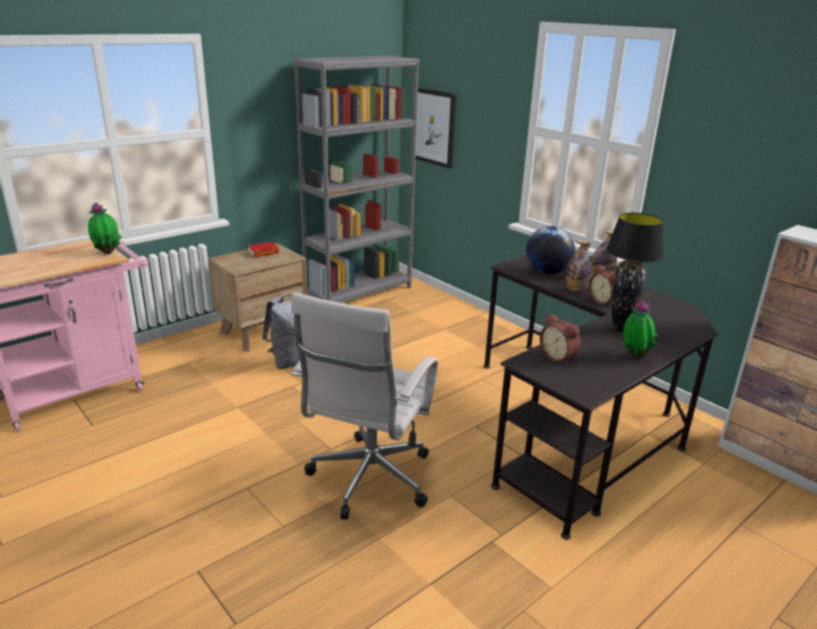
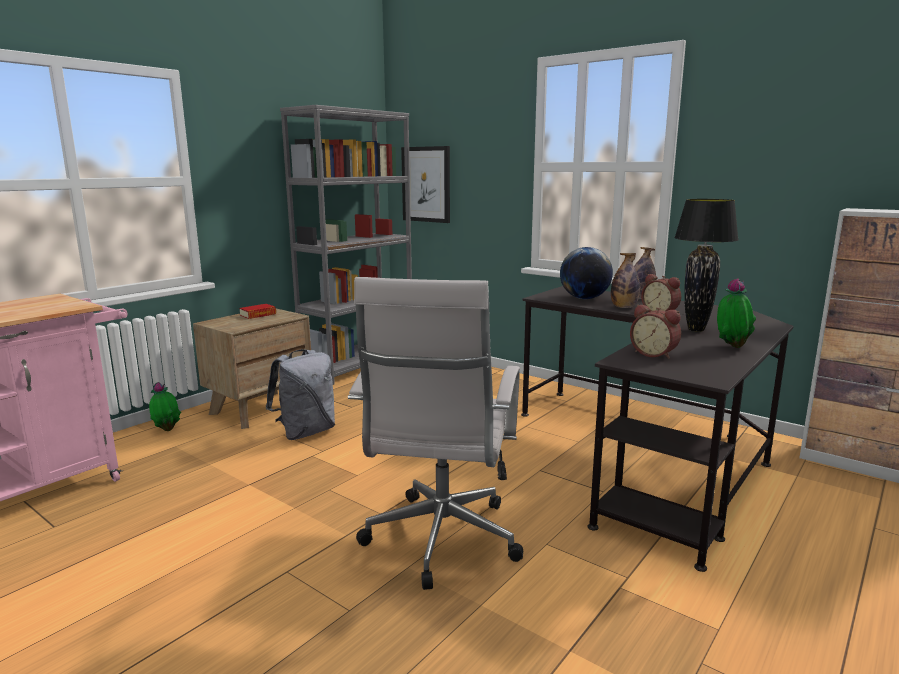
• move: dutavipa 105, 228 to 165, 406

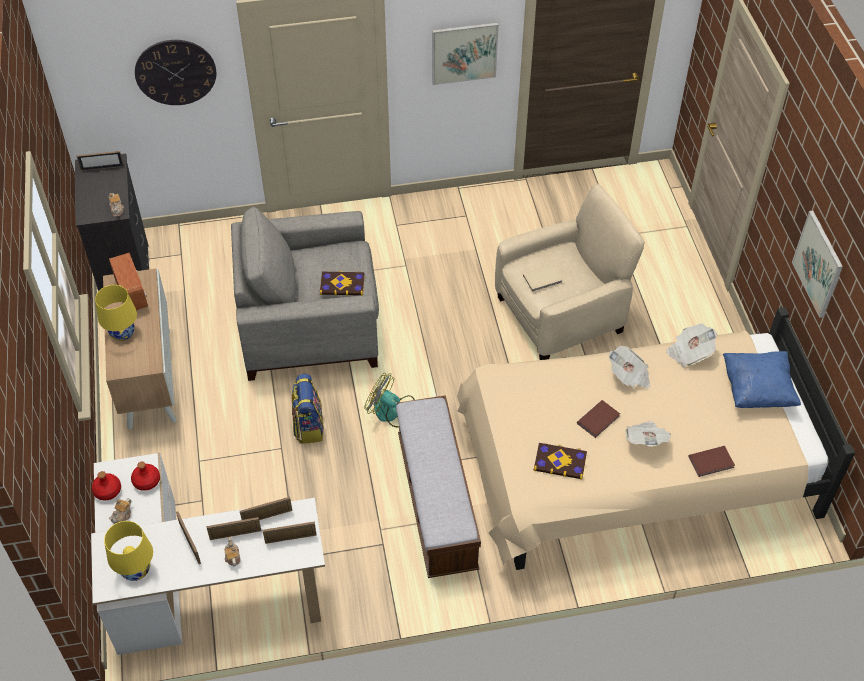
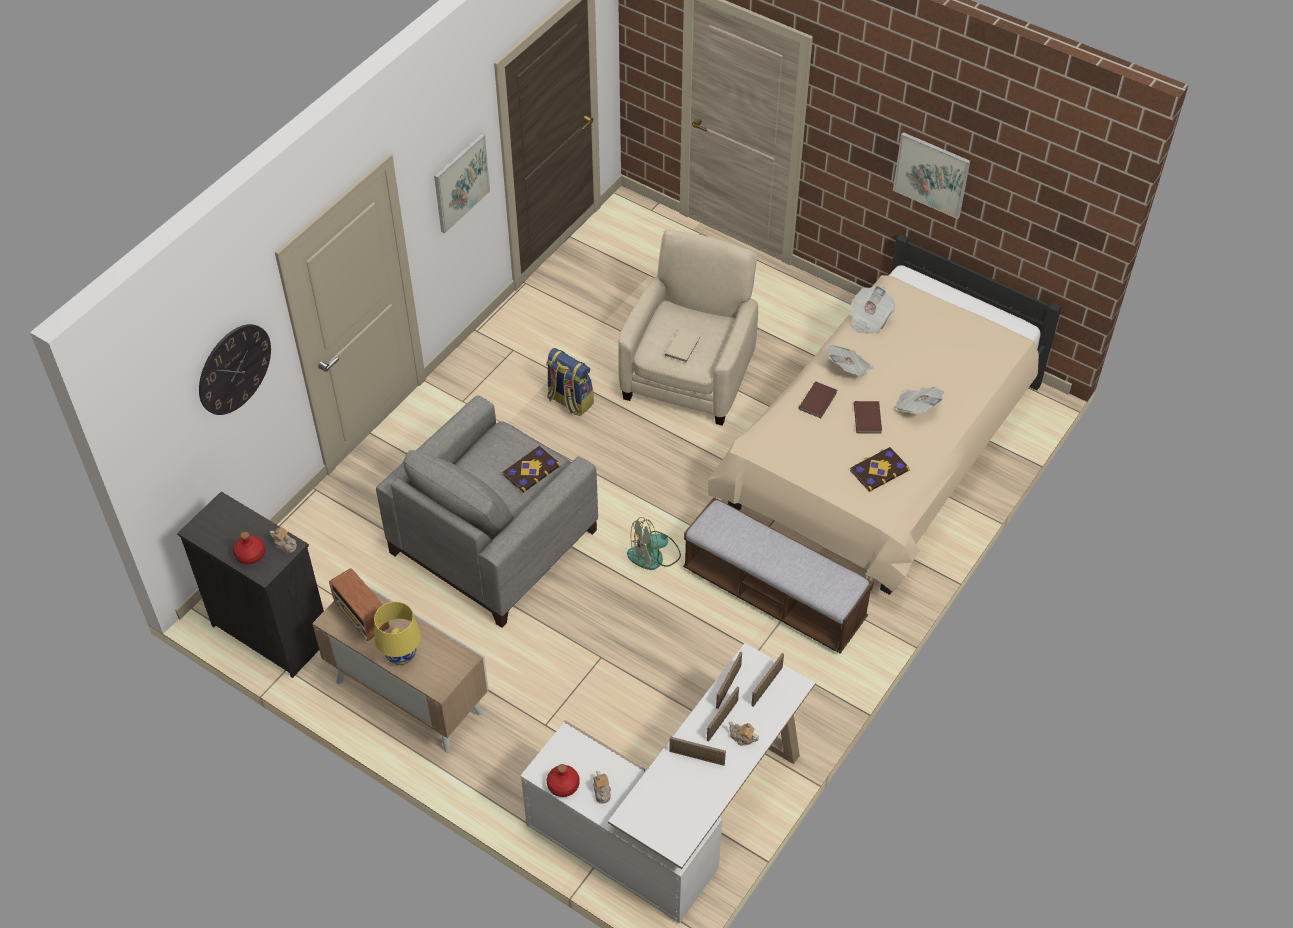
• delete: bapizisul 100, 161
• delete: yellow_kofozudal 128, 551
• delete: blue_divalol 762, 379
• move: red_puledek 145, 476 to 249, 548
• move: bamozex 307, 409 to 570, 382
• move: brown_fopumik 711, 461 to 817, 399
• rotate: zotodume 128, 281 = 359, 604 150 degrees counterclockwise

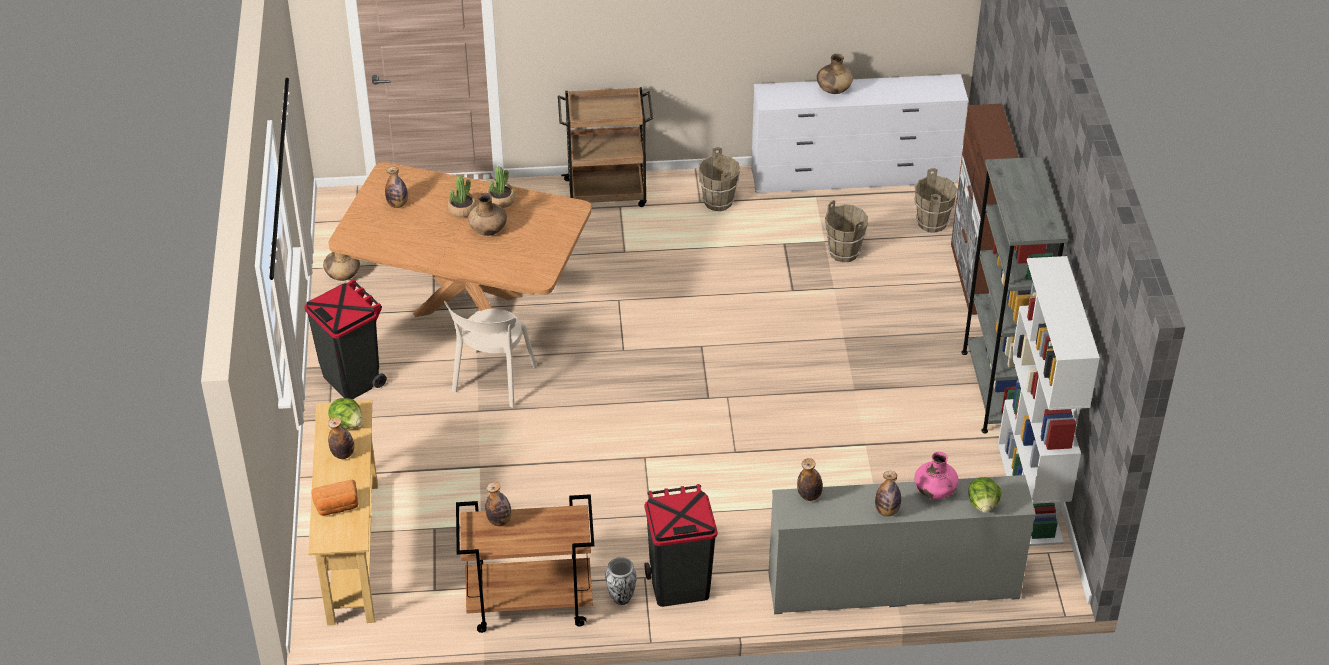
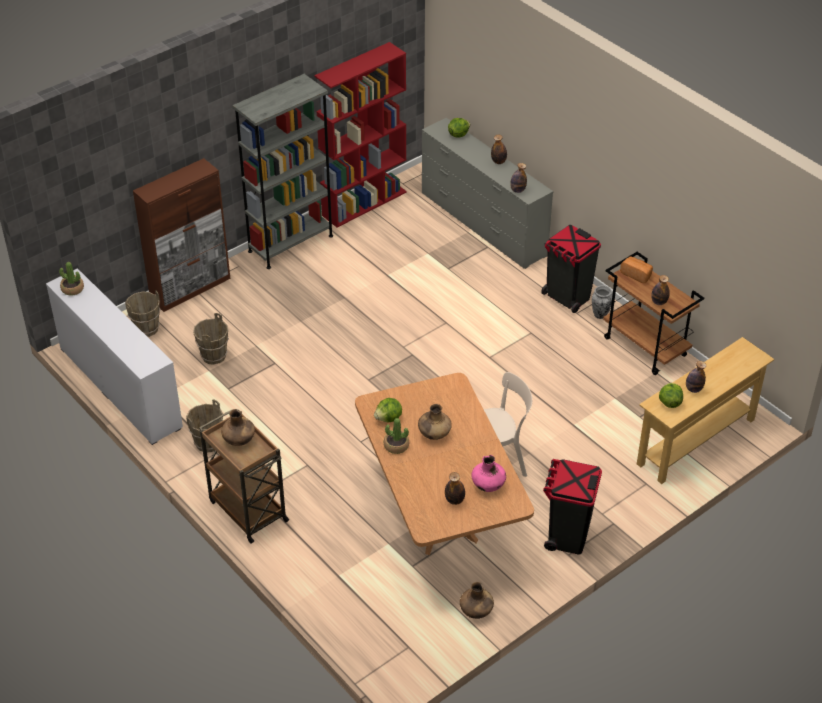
• insert: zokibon 388, 410
• move: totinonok 334, 498 to 636, 270
• move: dutavipa 462, 197 to 71, 279
• move: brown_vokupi 835, 74 to 238, 427
• move: pink_vokupi 937, 475 to 488, 473
• recolor: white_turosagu 1049, 401 to red_turosagu 361, 135

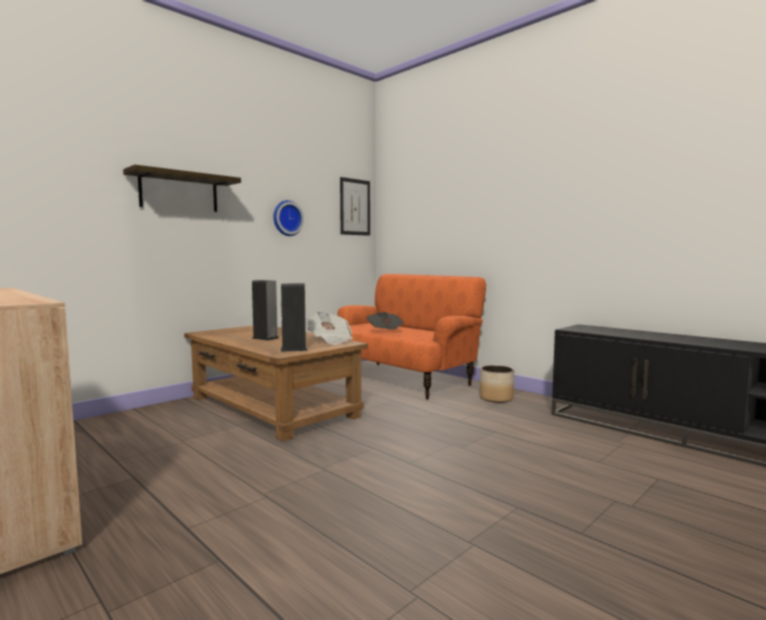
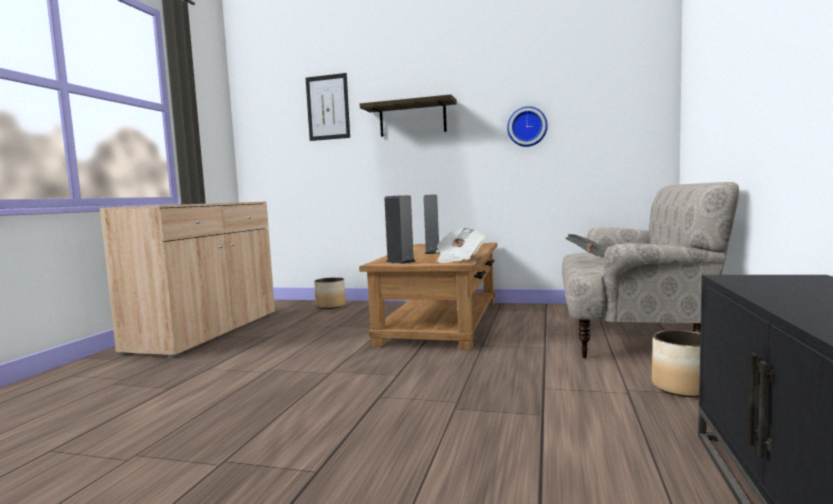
• insert: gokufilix 330, 293
• move: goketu 355, 206 to 328, 107
• recolor: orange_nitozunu 411, 337 to beige_nitozunu 650, 270

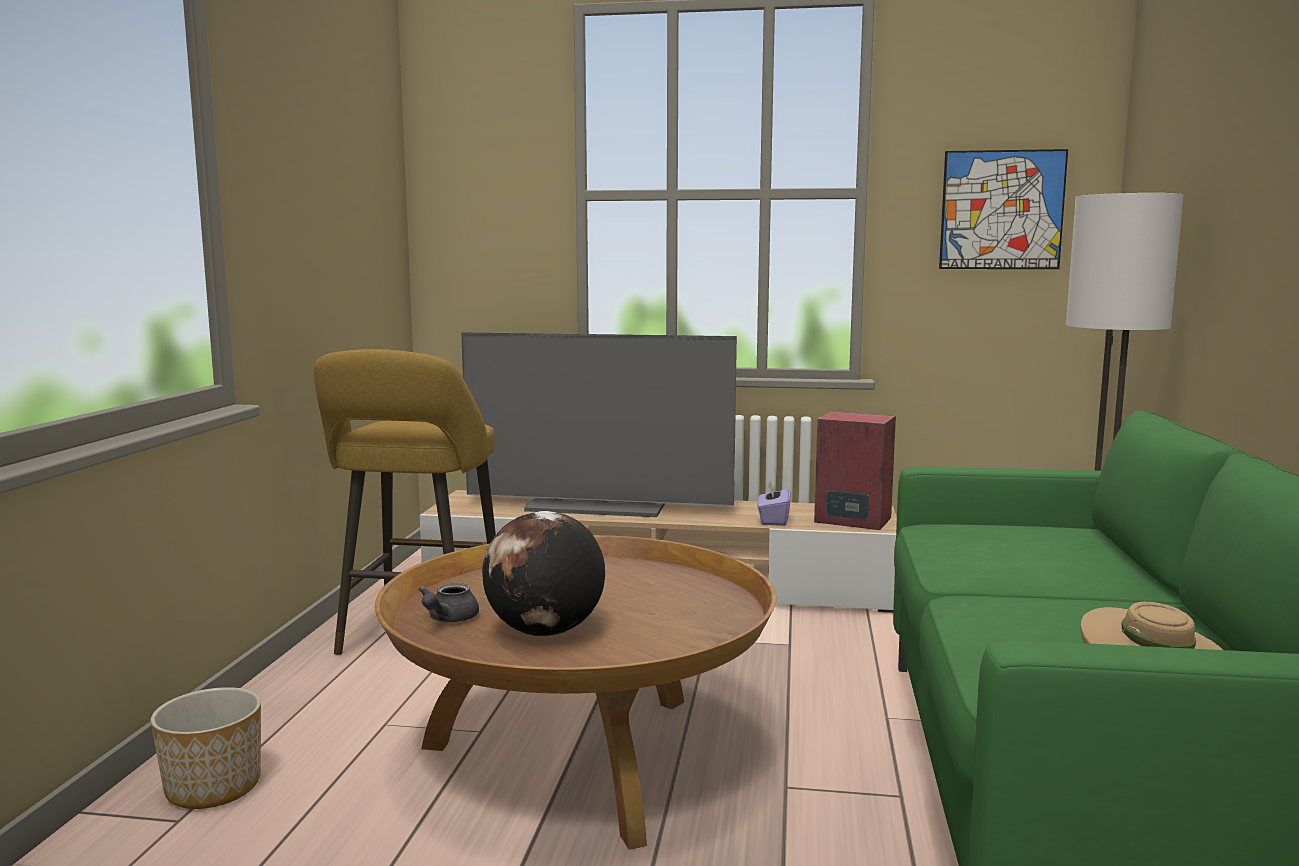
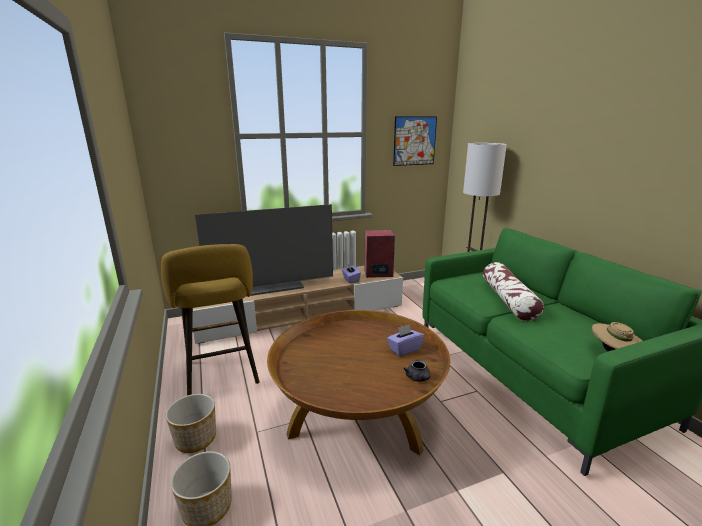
• delete: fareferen 543, 573
• insert: gokufilix 191, 423
• insert: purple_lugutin 405, 340
• insert: divalol 513, 291
• move: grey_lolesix 448, 602 to 416, 371

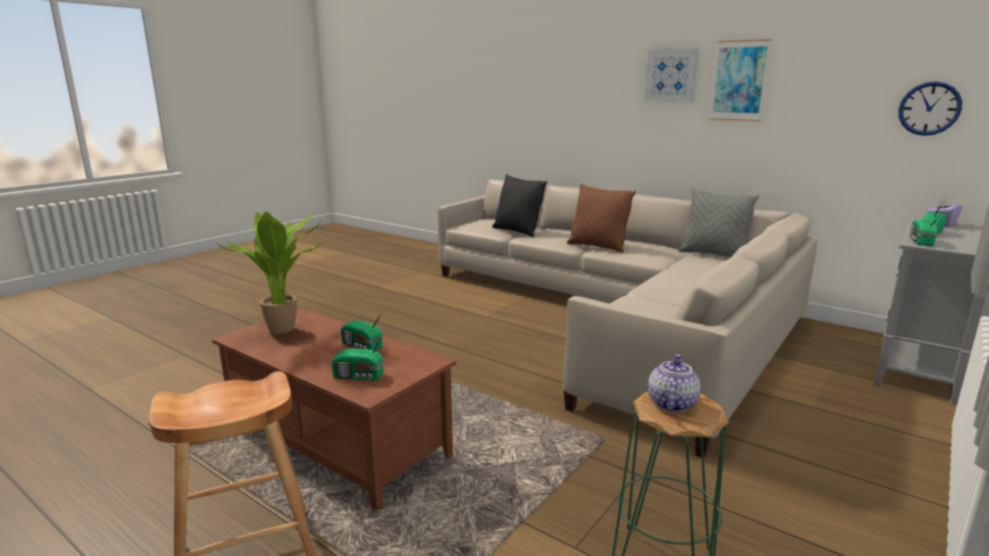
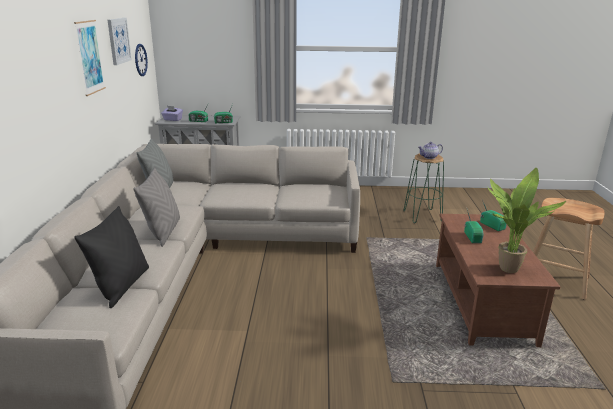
• move: goketu 671, 75 to 119, 41
• recolor: brown_divalol 601, 218 to grey_divalol 156, 207

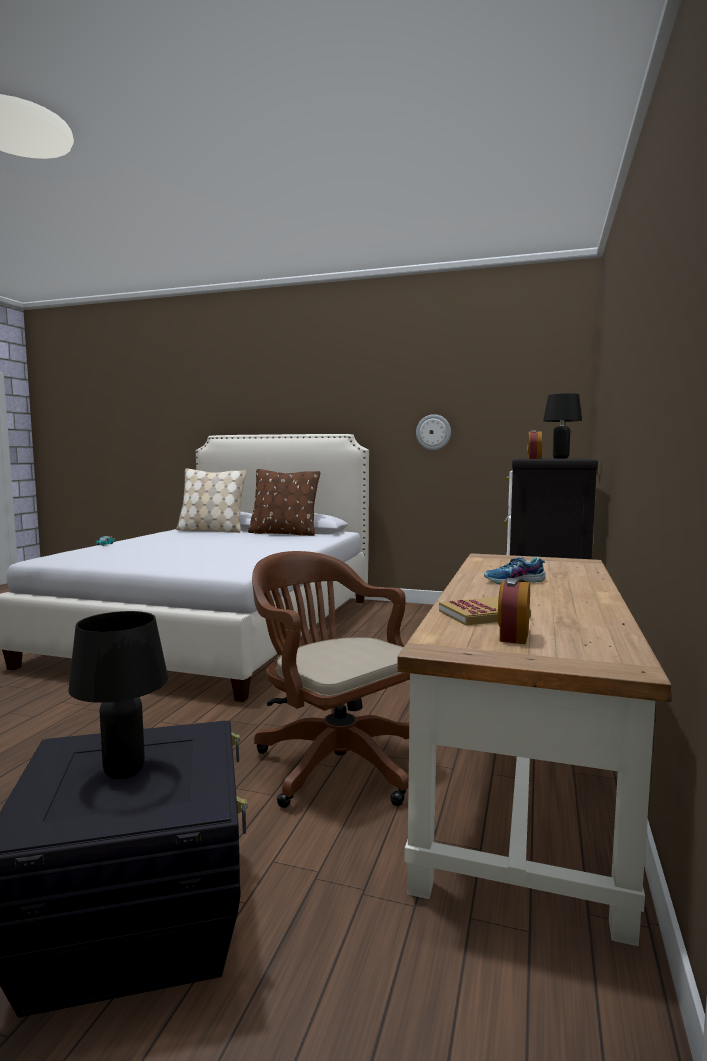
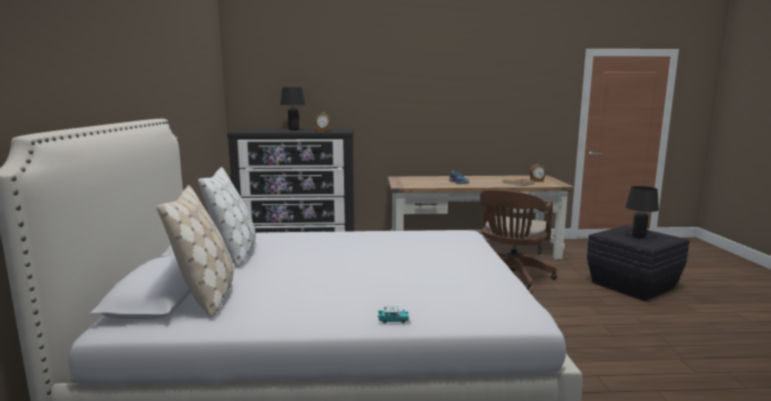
• delete: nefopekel 433, 432
• recolor: brown_divalol 284, 502 to white_divalol 227, 217

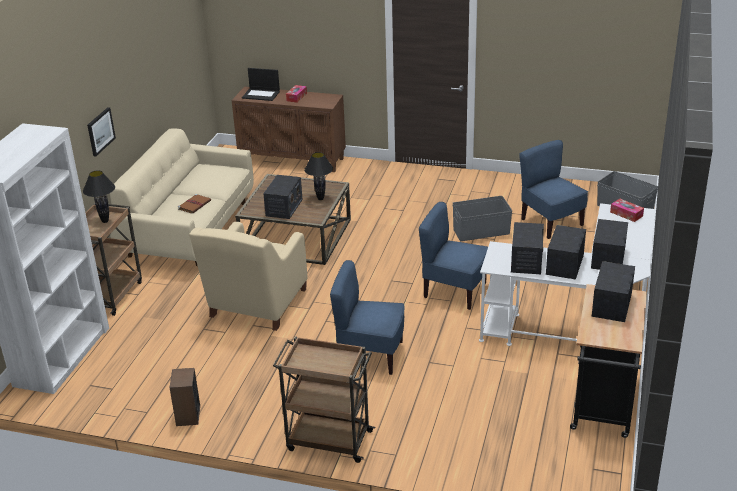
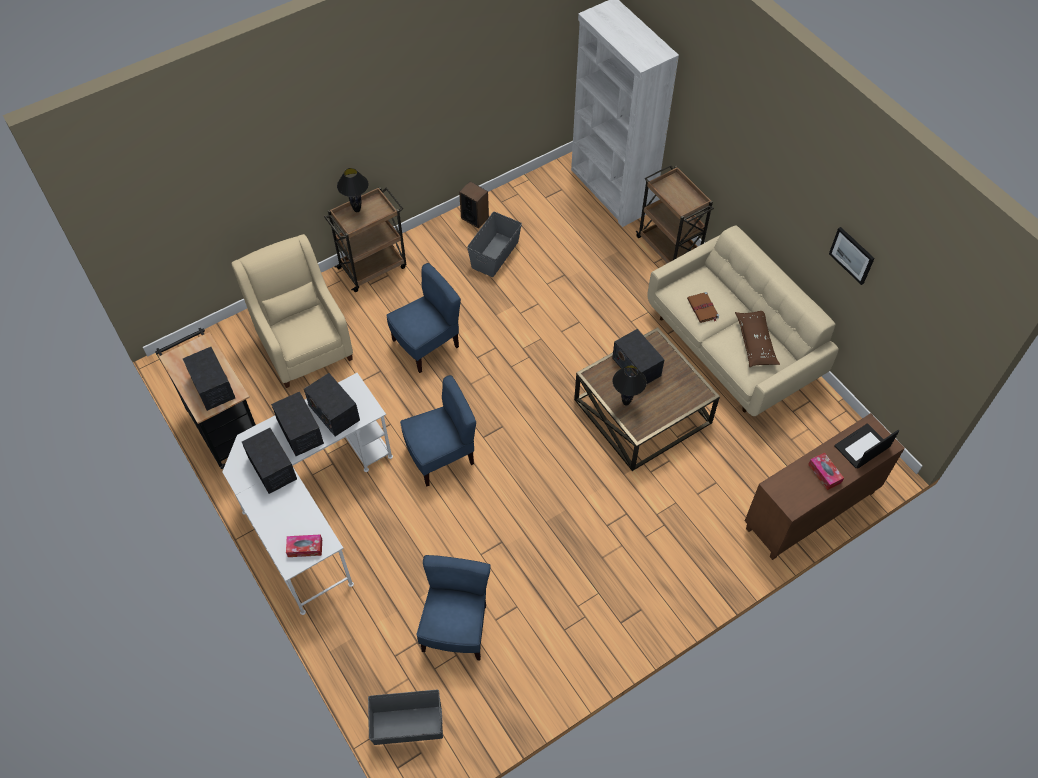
• insert: brown_divalol 757, 339
• move: black_kofozudal 99, 196 to 352, 190
• move: goketu 101, 132 to 851, 256
• move: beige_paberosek 248, 276 to 292, 311
• move: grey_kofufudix 483, 218 to 494, 244
• rotate: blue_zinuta 554, 189 = 453, 607 90 degrees counterclockwise

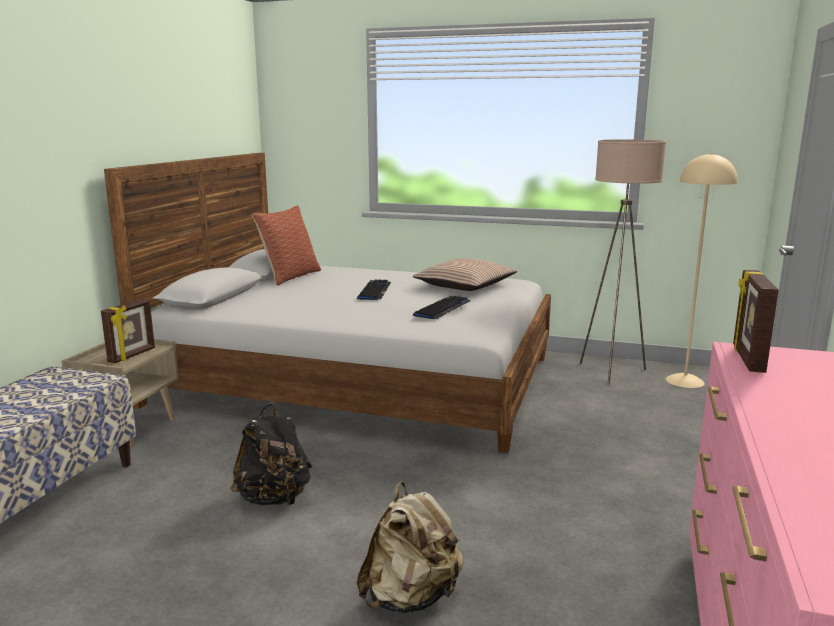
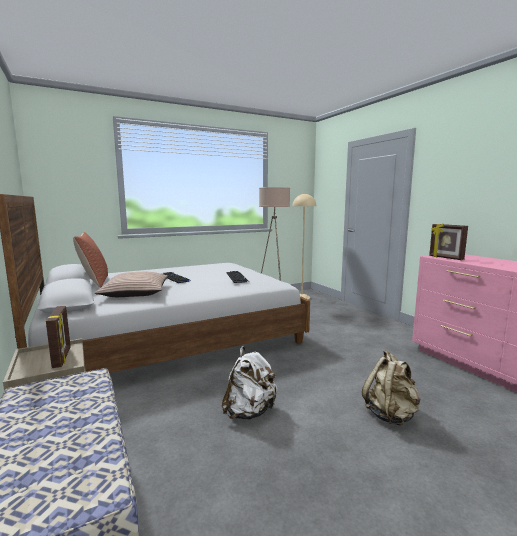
• move: divalol 465, 274 to 131, 284
• recolor: black_bamozex 271, 455 to white_bamozex 249, 382

